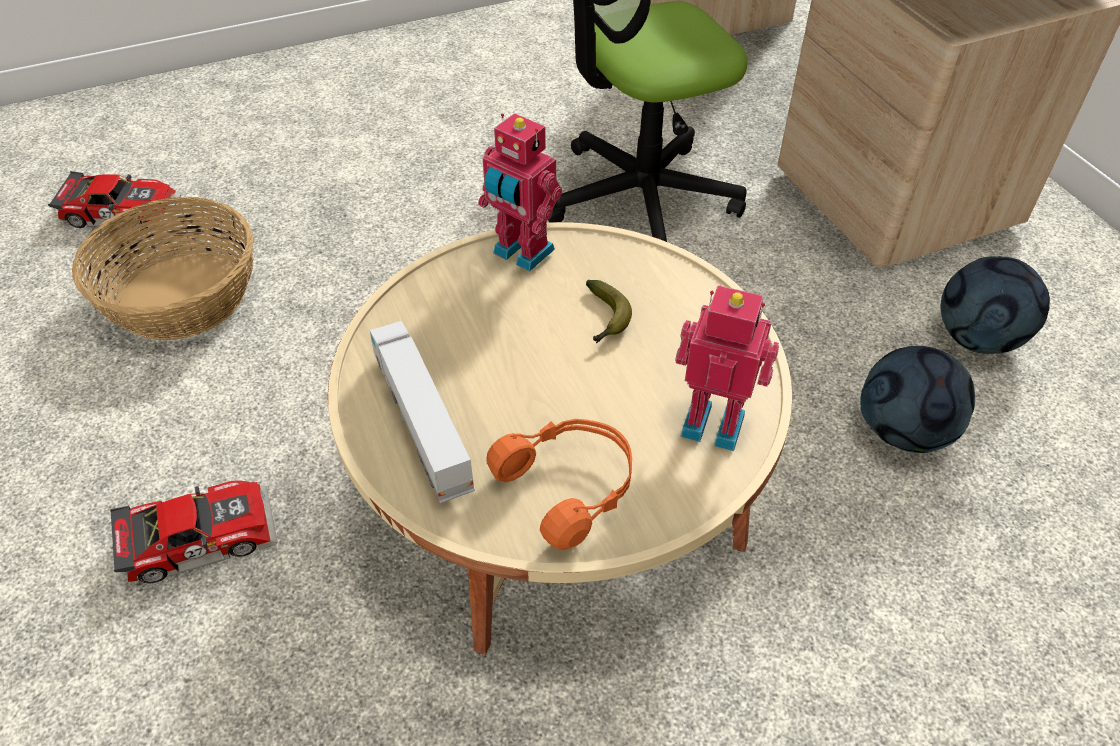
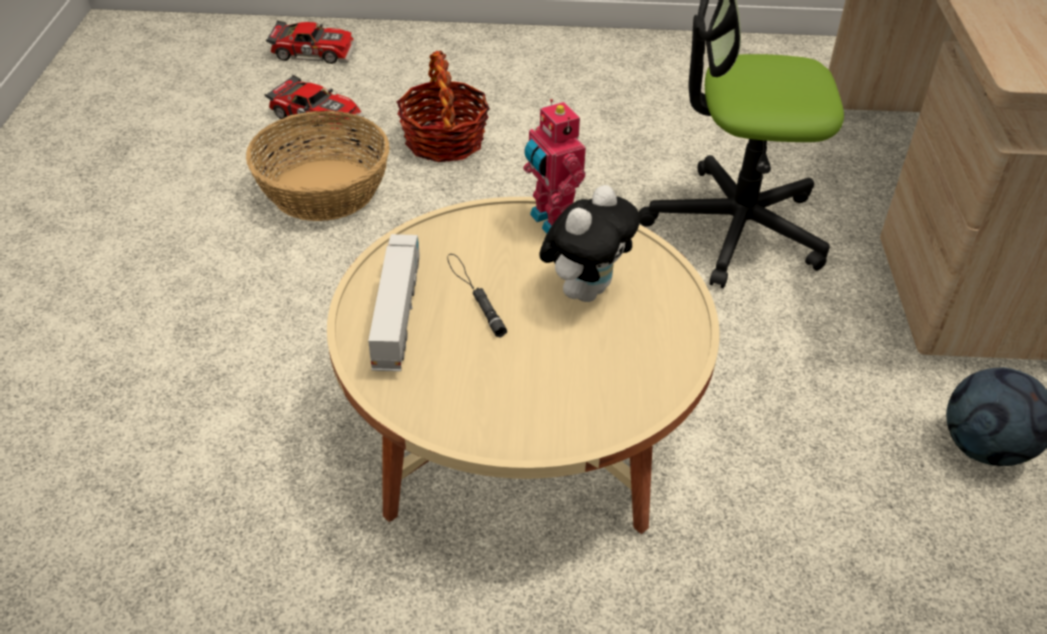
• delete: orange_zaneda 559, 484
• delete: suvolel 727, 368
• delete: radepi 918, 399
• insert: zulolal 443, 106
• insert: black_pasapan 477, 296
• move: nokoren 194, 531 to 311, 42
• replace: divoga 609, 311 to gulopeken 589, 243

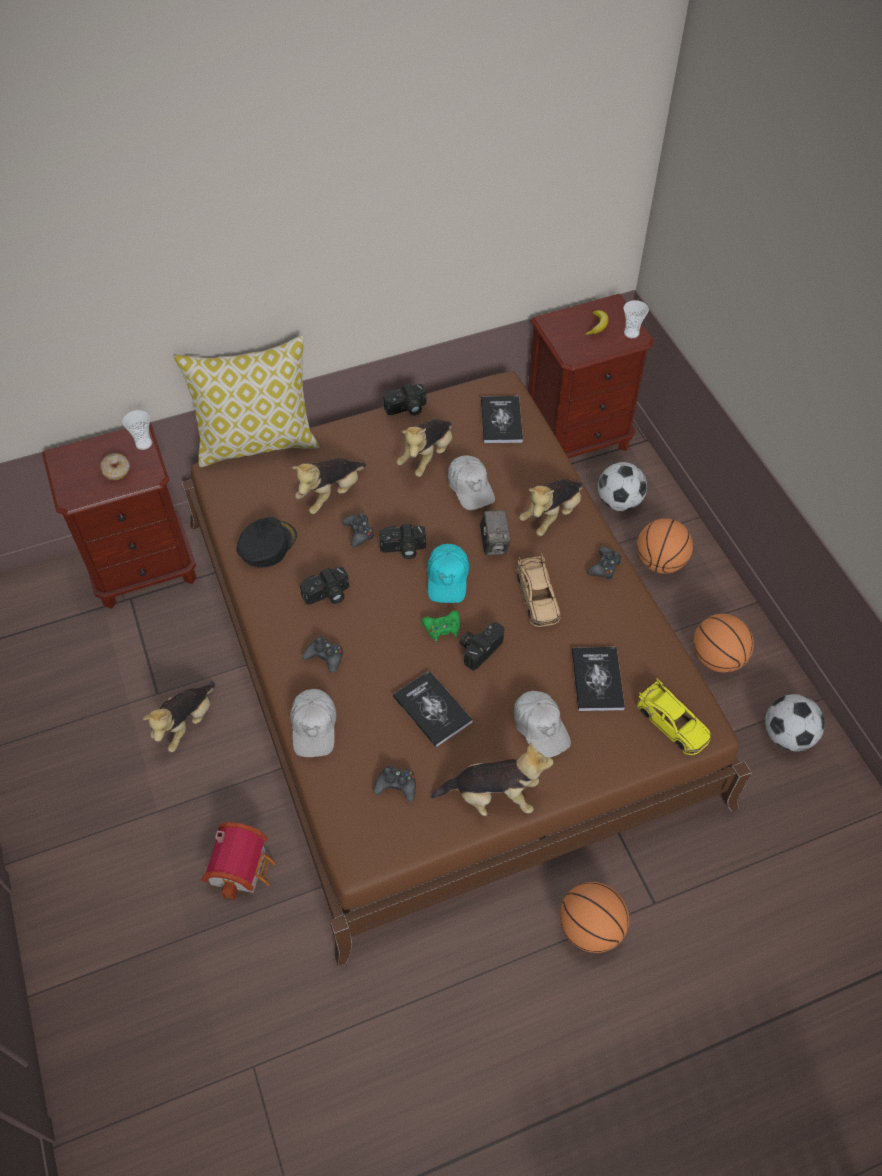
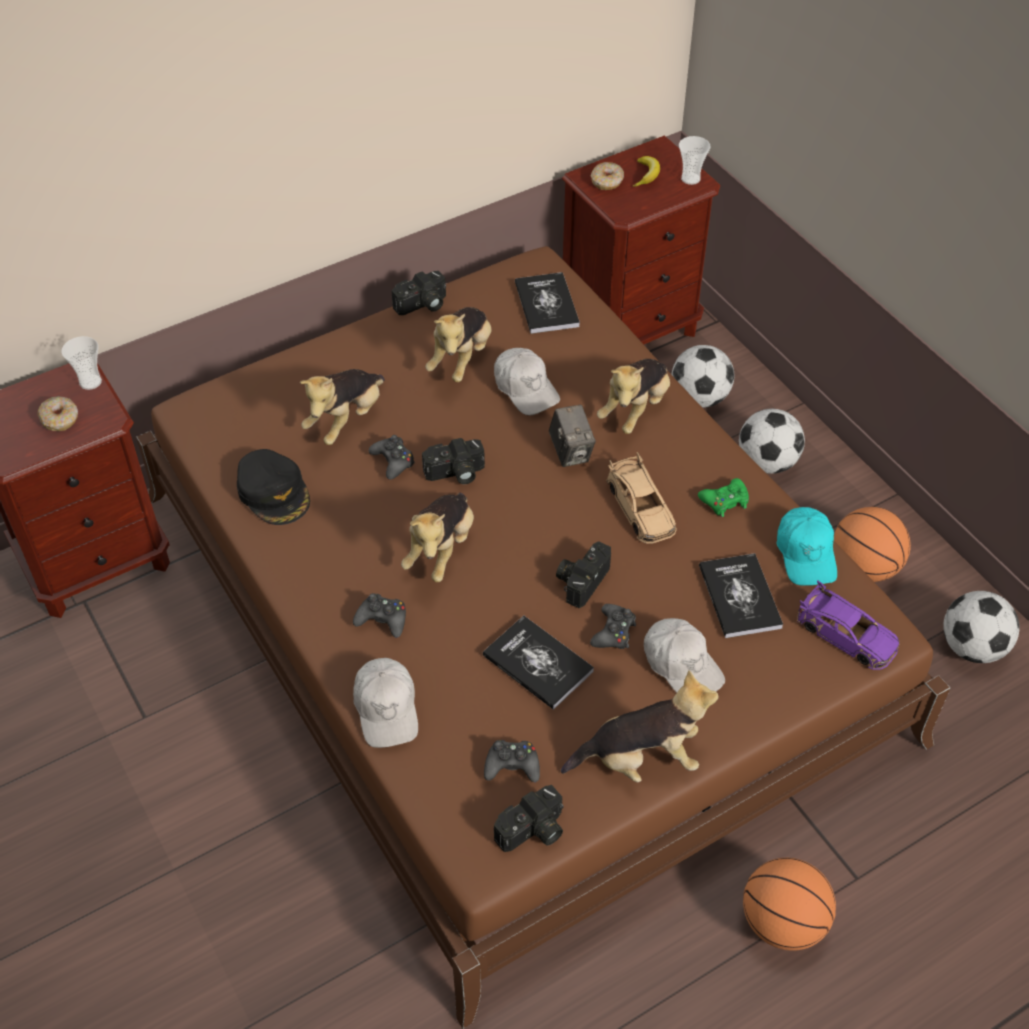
• delete: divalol 247, 401
• delete: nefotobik 238, 861
• insert: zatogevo 607, 176
• move: gulopeken 179, 716 to 437, 537
• move: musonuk 324, 585 to 529, 818
• move: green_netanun 441, 626 to 723, 497
• move: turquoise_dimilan 448, 573 to 806, 546
• move: black_netanun 604, 563 to 613, 626
• replace: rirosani 665, 546 to radepi 772, 441
• recolor: yellow_nokoren 673, 716 to purple_nokoren 848, 625
• rotate: black_dimilan 266, 542 = 273, 487 120 degrees clockwise

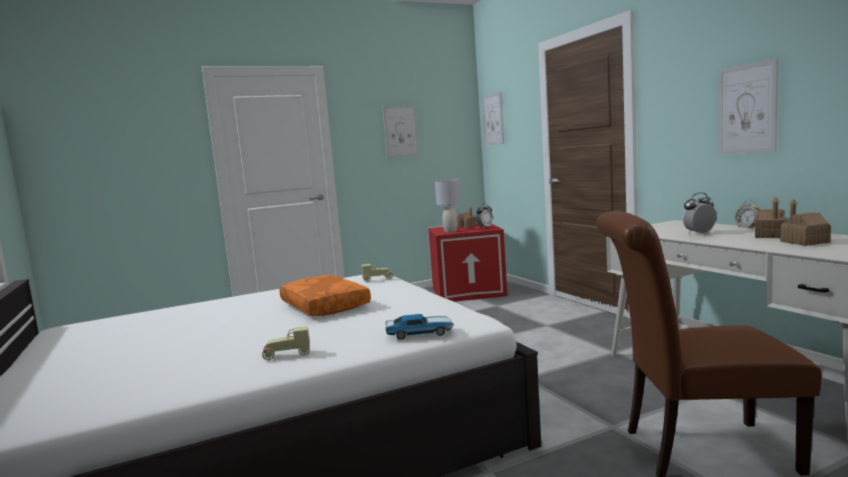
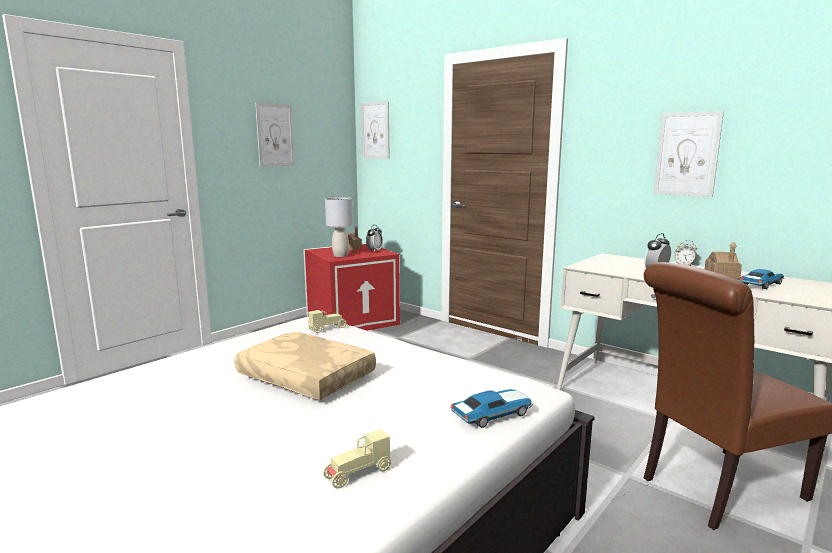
• replace: nefotobik 805, 222 to nokoren 761, 279
• recolor: orange_divalol 325, 295 to beige_divalol 305, 366

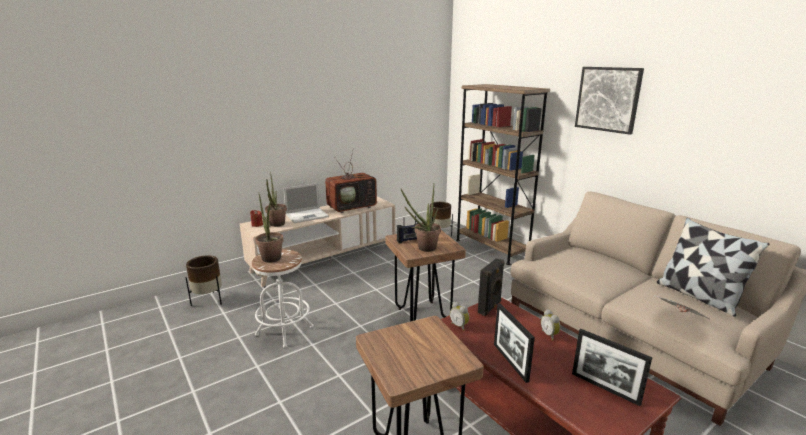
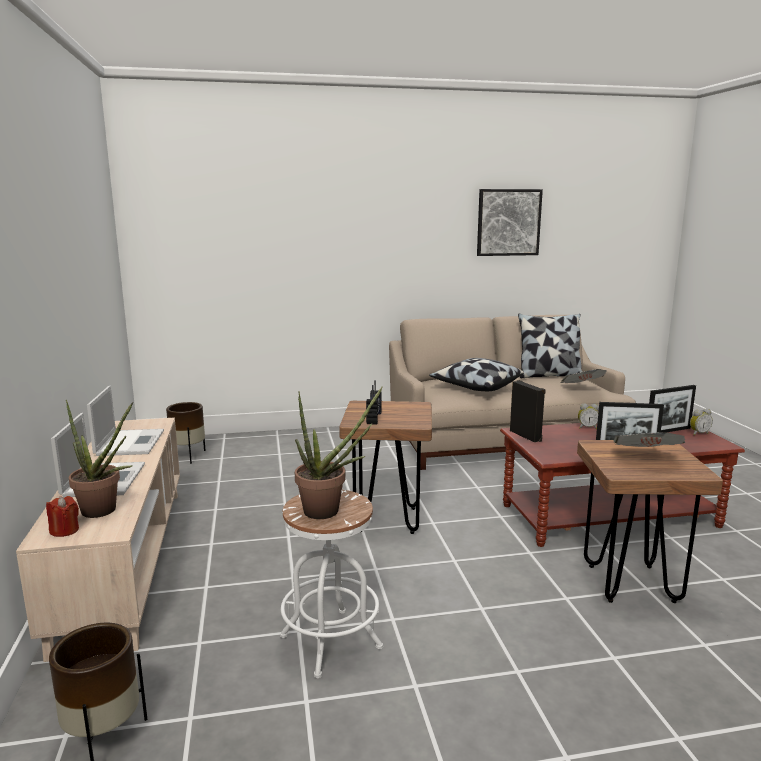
• delete: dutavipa 421, 219
• delete: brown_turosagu 503, 174
• insert: divalol 476, 374
• insert: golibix 649, 440
• move: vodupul 459, 316 to 701, 422
• move: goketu 609, 101 to 510, 222
• replace: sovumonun 351, 180 to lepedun 125, 421

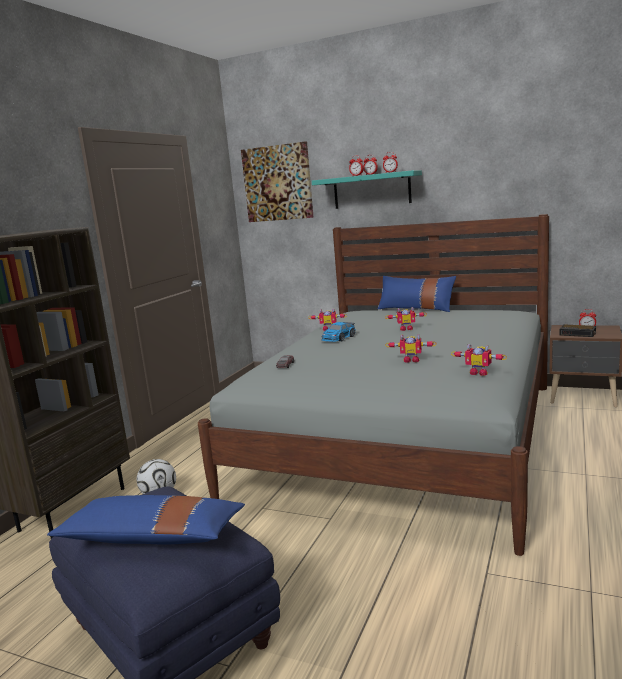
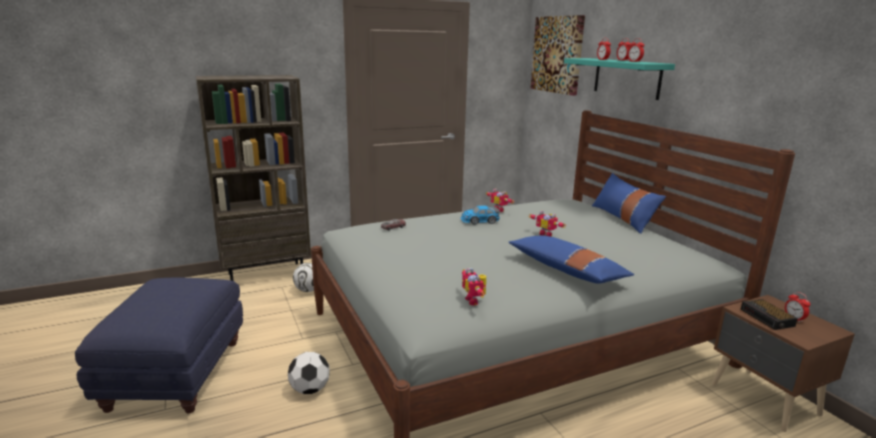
• delete: suvolel 411, 348
• insert: radepi 309, 373
• move: blue_divalol 146, 520 to 571, 259

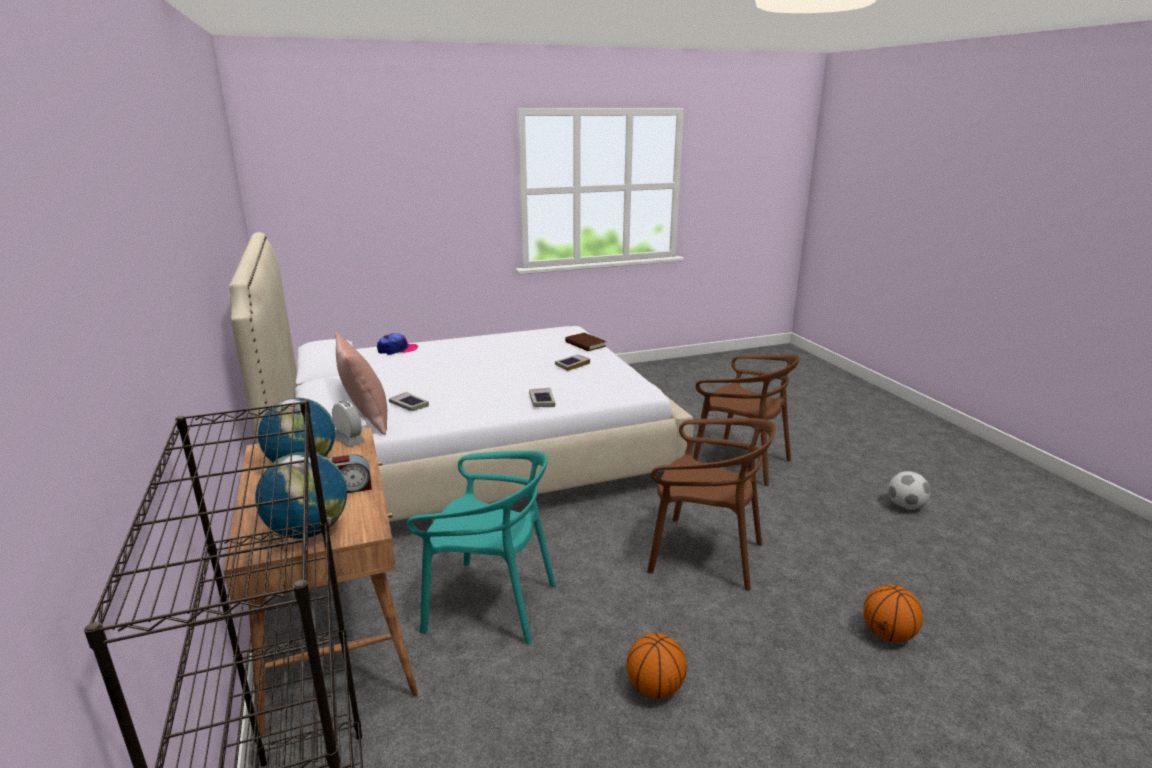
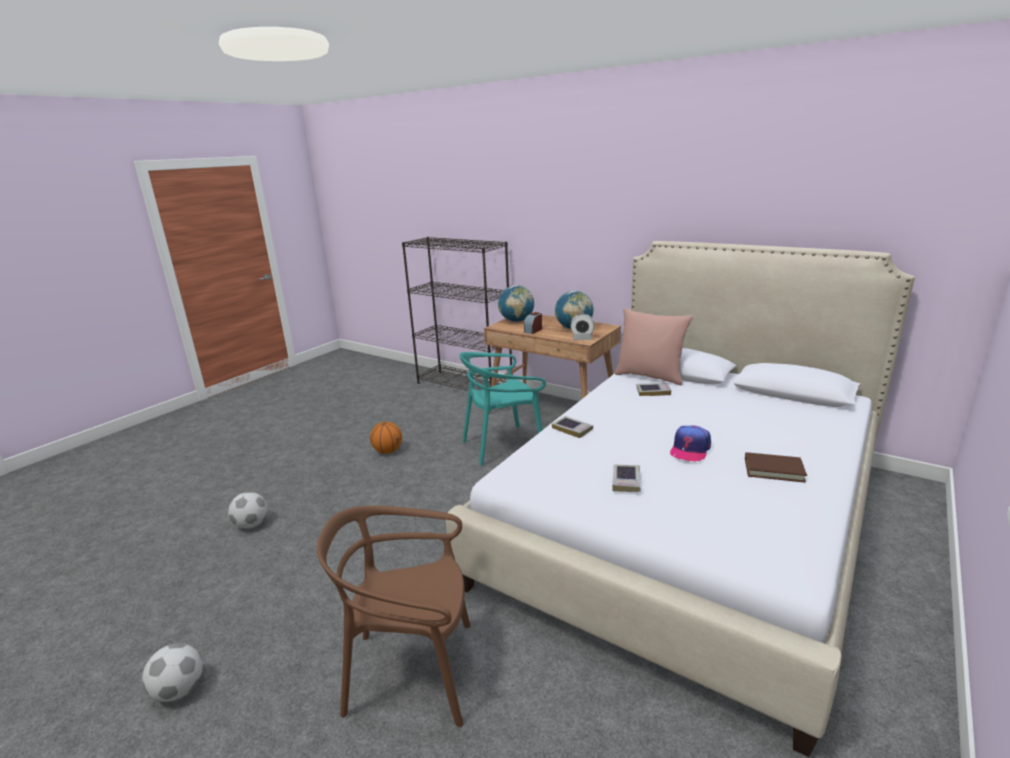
• delete: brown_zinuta 711, 504
• move: dimilan 397, 344 to 690, 444
• move: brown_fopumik 585, 342 to 776, 467
• replace: rirosani 893, 614 to radepi 247, 510

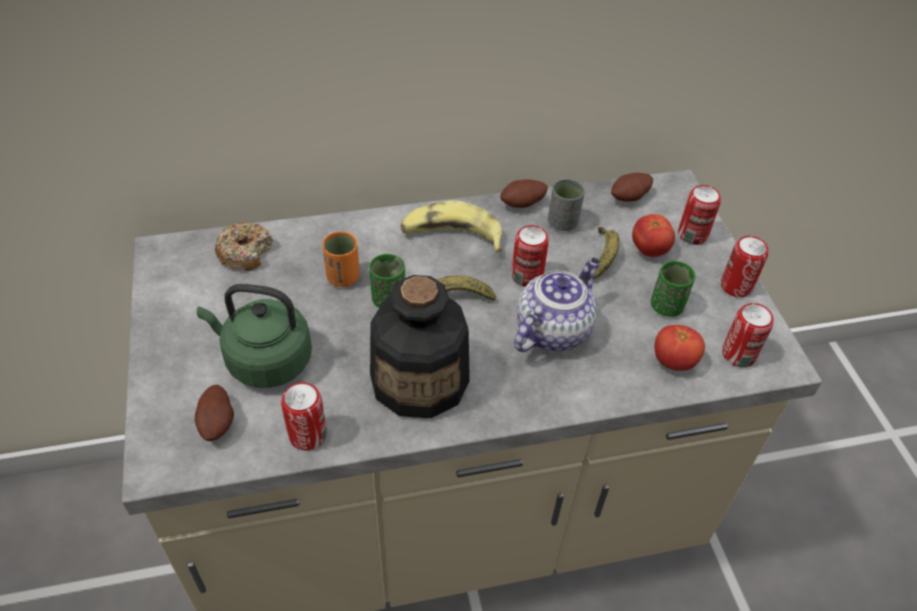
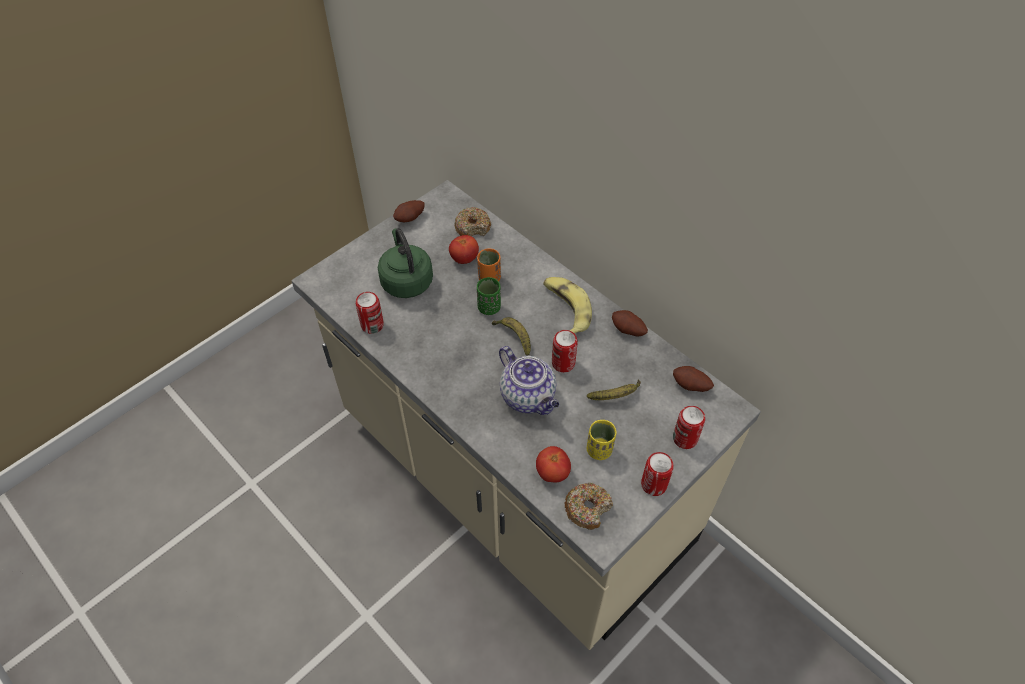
• delete: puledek 420, 346
• delete: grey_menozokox 566, 204
• move: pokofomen 214, 413 to 409, 211
• move: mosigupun 653, 235 to 464, 249
• replace: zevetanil 748, 335 to zatogevo 588, 506
• recolor: green_menozokox 673, 289 to yellow_menozokox 602, 440
• rotate: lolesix 557, 305 = 529, 380 45 degrees clockwise

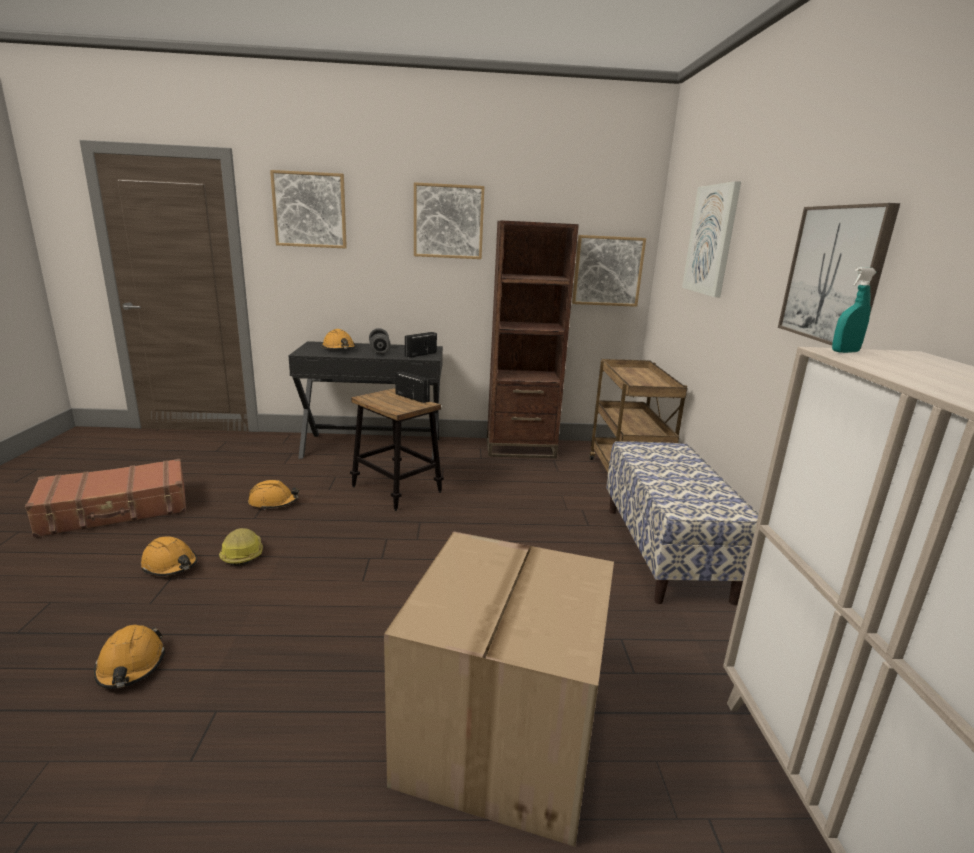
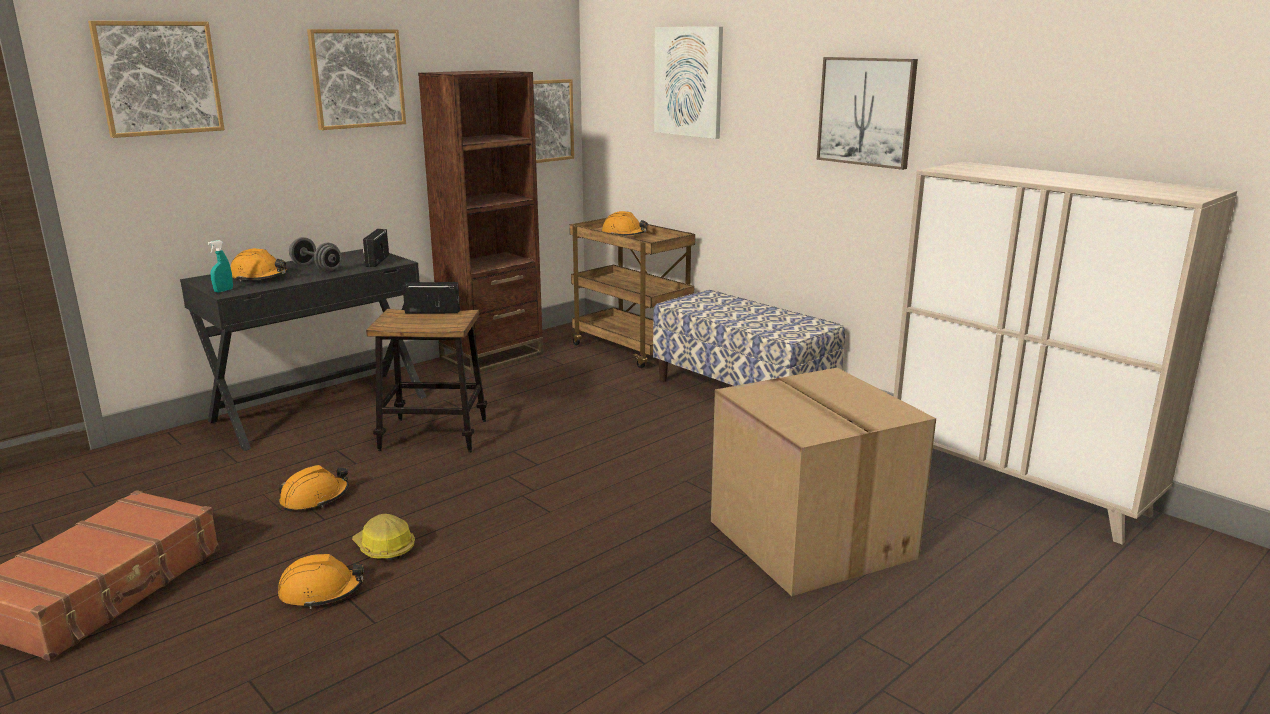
• move: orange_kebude 129, 657 to 625, 223
• move: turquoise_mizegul 854, 310 to 220, 266

